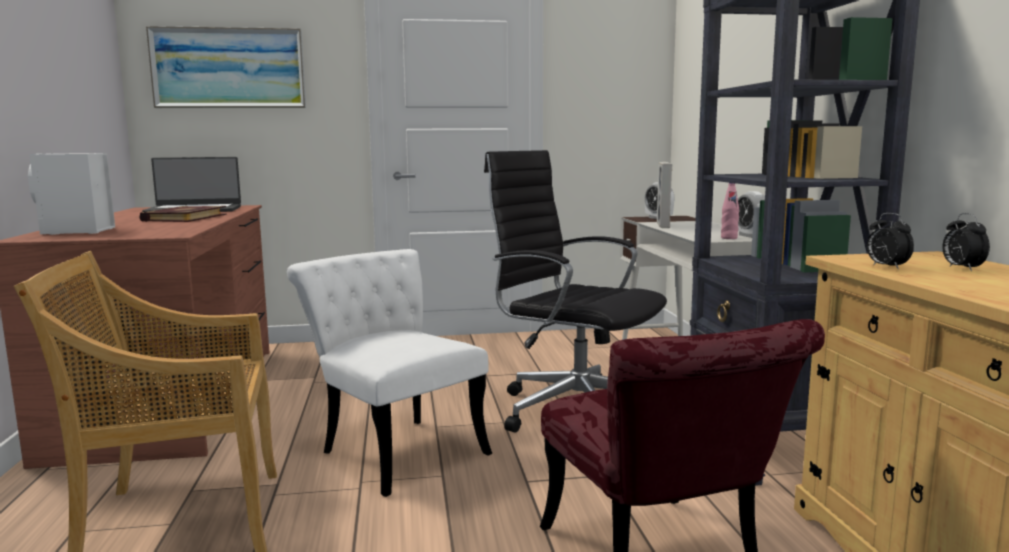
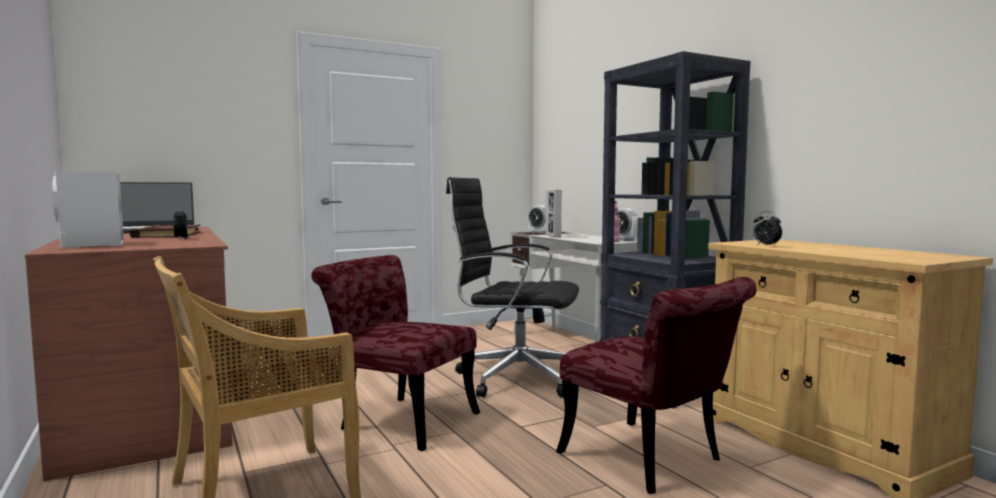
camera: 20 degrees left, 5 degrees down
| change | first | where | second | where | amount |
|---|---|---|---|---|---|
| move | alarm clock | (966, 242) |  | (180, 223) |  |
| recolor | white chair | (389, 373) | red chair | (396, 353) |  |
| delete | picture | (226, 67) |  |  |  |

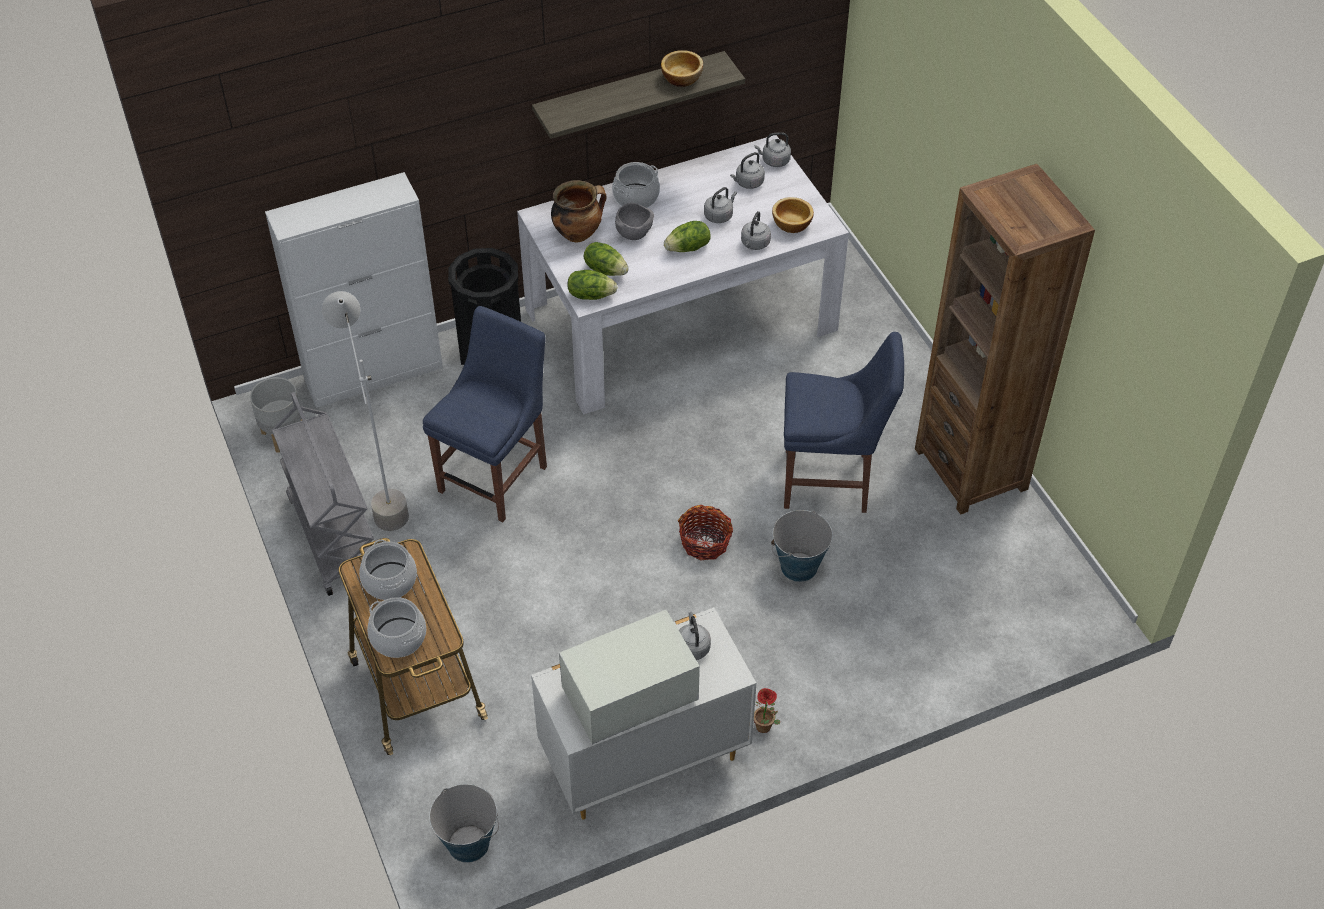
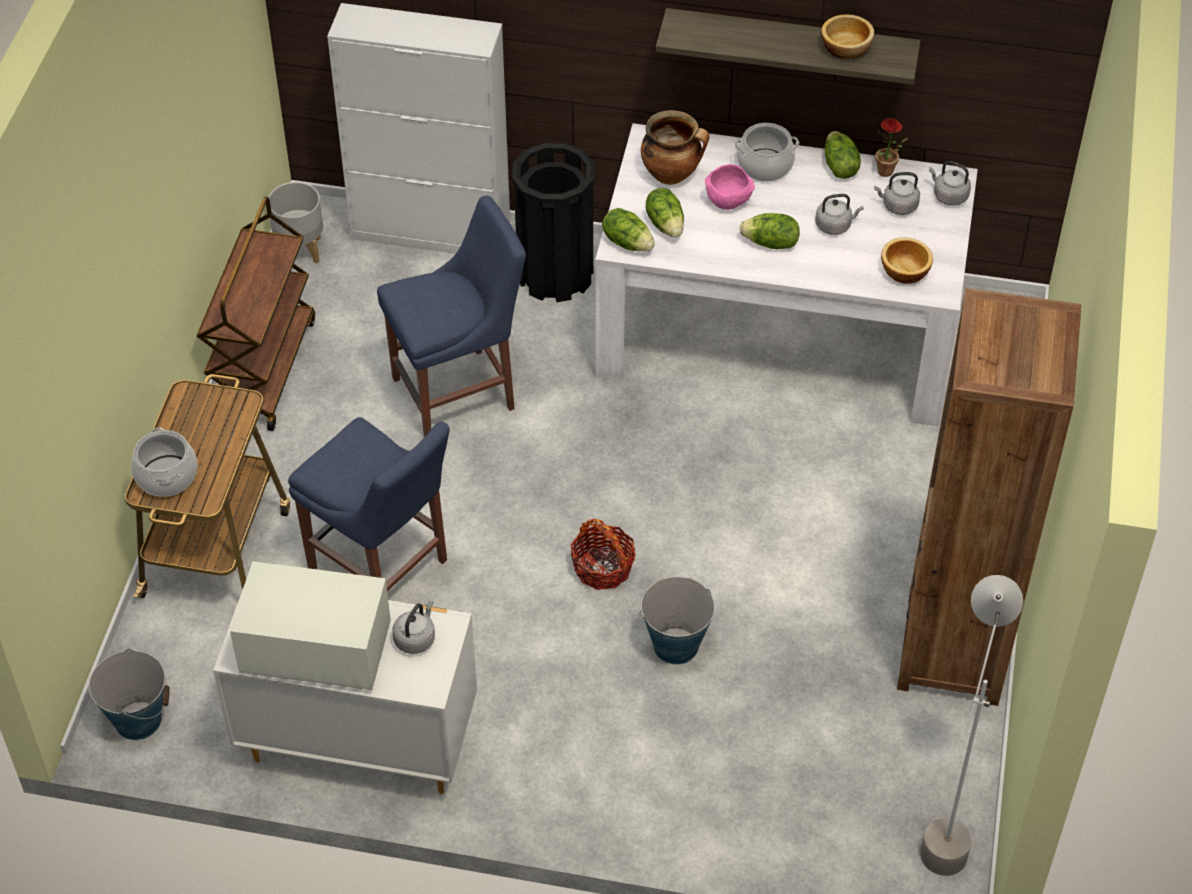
camera: 35 degrees right, 0 degrees up
| change | first | where | second | where | amount |
|---|---|---|---|---|---|
| recolor | grey cart | (323, 494) | brown cart | (256, 314) |  |
| move | blue chair | (844, 422) |  | (369, 504) |  |
| recolor | grey bowl | (634, 221) | pink bowl | (730, 187) |  |
| insert |  |  | lettuce | (843, 155) |  |
| move | potted plant | (767, 710) |  | (891, 147) |  |
| move | grey floor lamp | (365, 411) |  | (971, 725) |  |
| delete | cooking pot | (388, 570) |  |  |  |
| delete | grey kettle | (756, 230) |  |  |  |

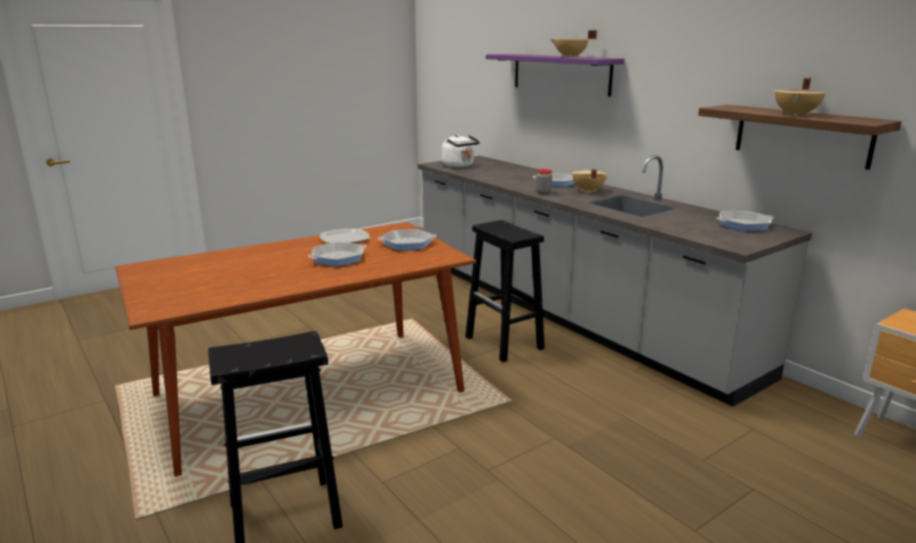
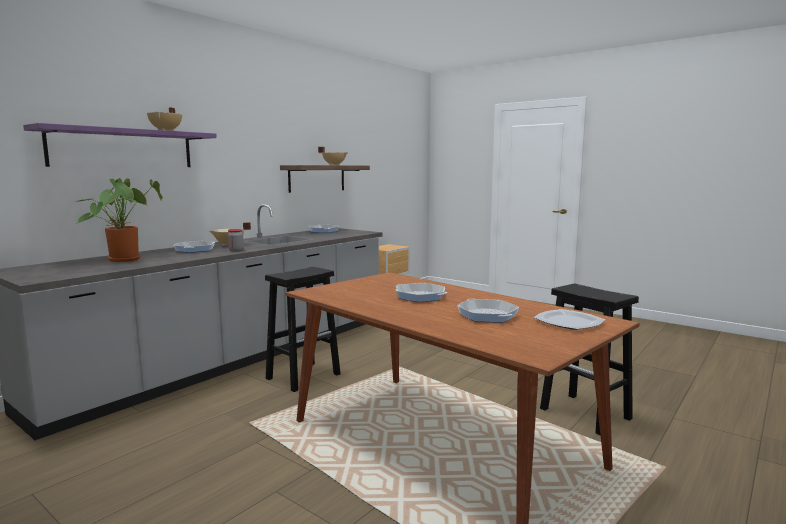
camera: 105 degrees left, 10 degrees down
| change | first | where | second | where | amount |
|---|---|---|---|---|---|
| insert |  |  | potted plant | (119, 220) |  |
| move | frying pan | (407, 240) |  | (488, 311) |  |
| move | plate | (344, 235) |  | (569, 319) |  |
| delete | white kettle | (461, 151) |  |  |  |

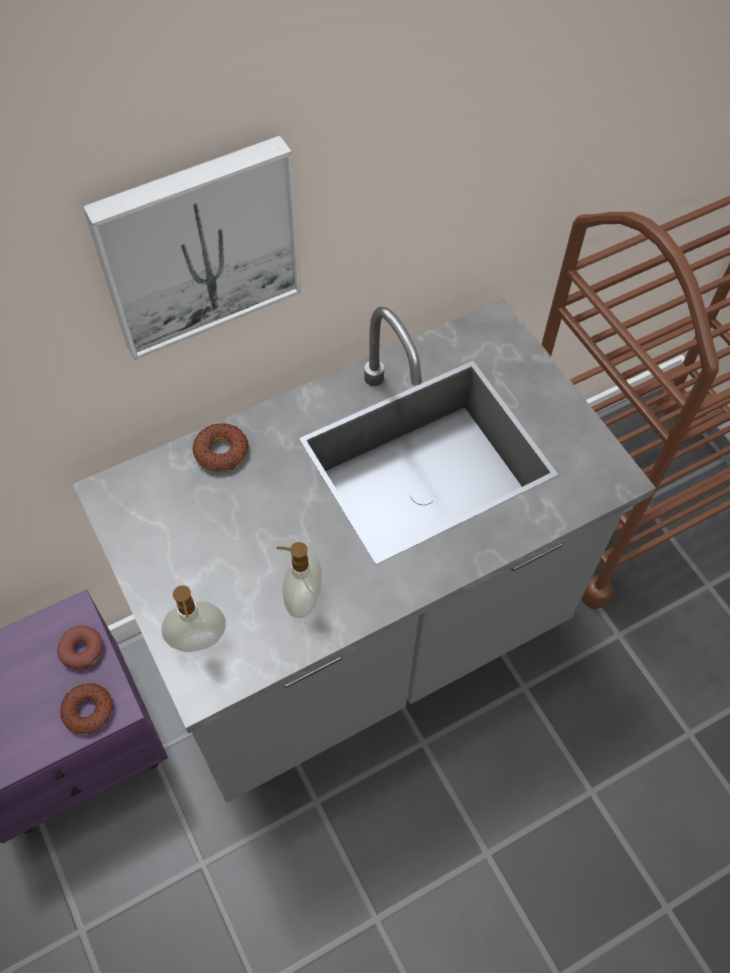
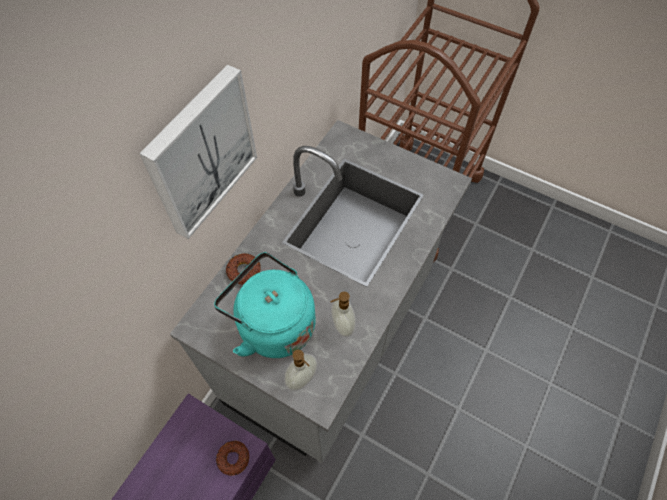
camera: 30 degrees left, 0 degrees up
| change | first | where | second | where | amount |
|---|---|---|---|---|---|
| insert |  |  | turquoise kettle | (265, 305) |  |
| delete | donut | (80, 648) |  |  |  |

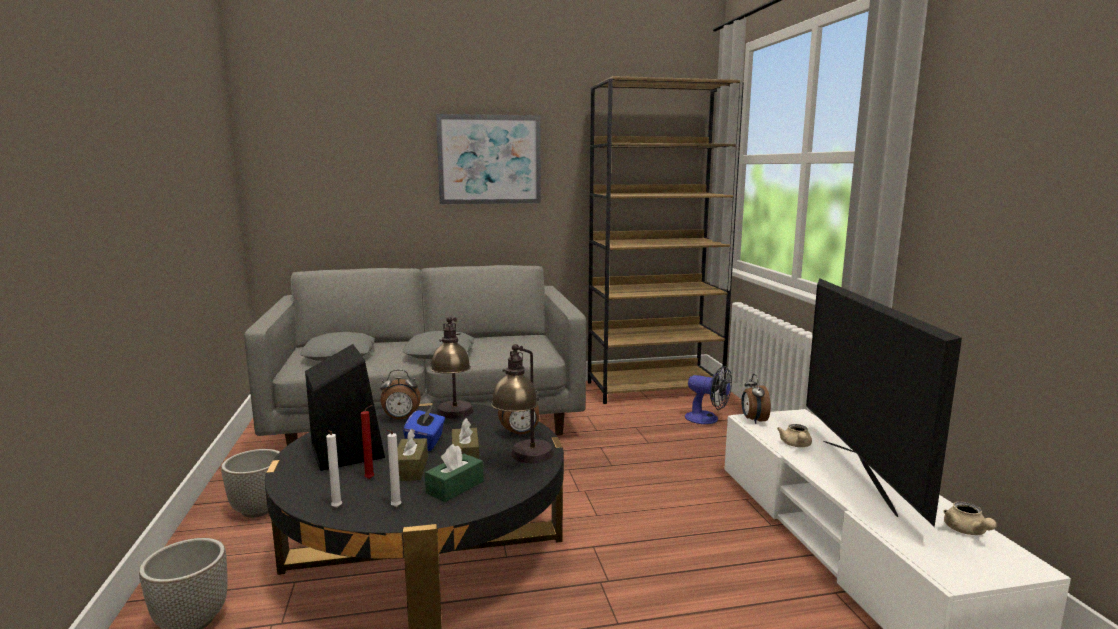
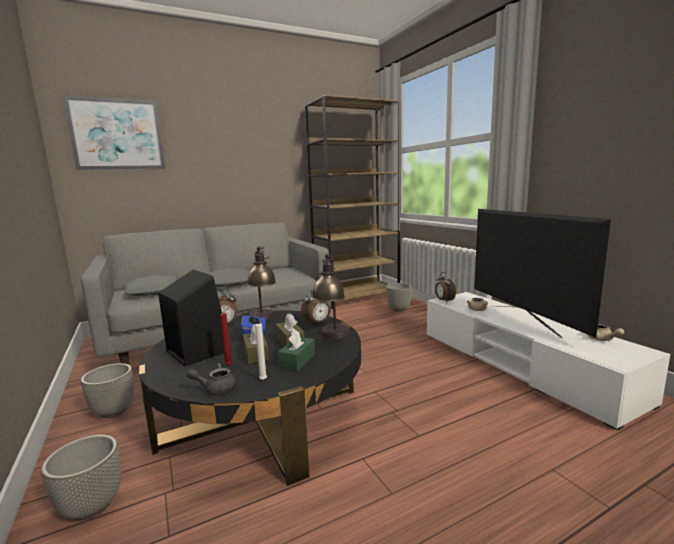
camera: 15 degrees left, 0 degrees up
| change | first | where | second | where | amount |
|---|---|---|---|---|---|
| move | picture | (488, 159) |  | (113, 132) |  |
| replace | white candle | (334, 469) | grey teapot | (212, 379) |  |
| replace | fan | (708, 395) | planter | (399, 297) |  |

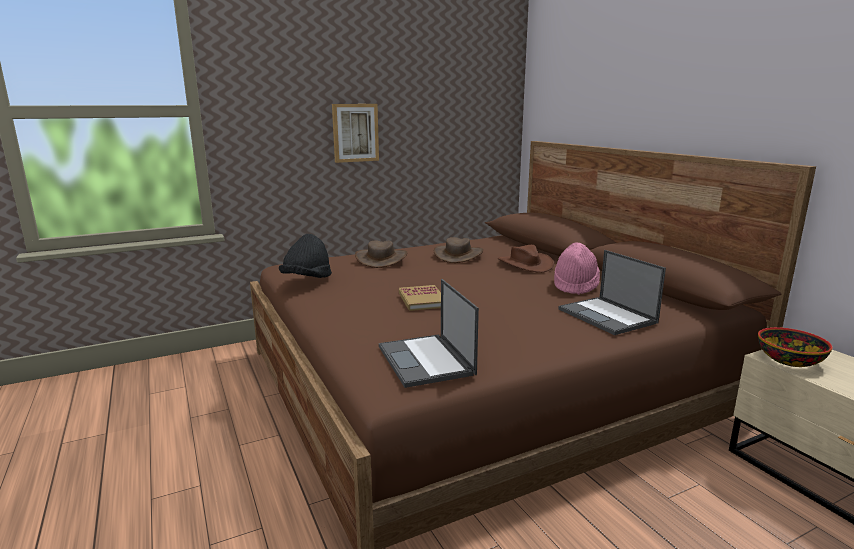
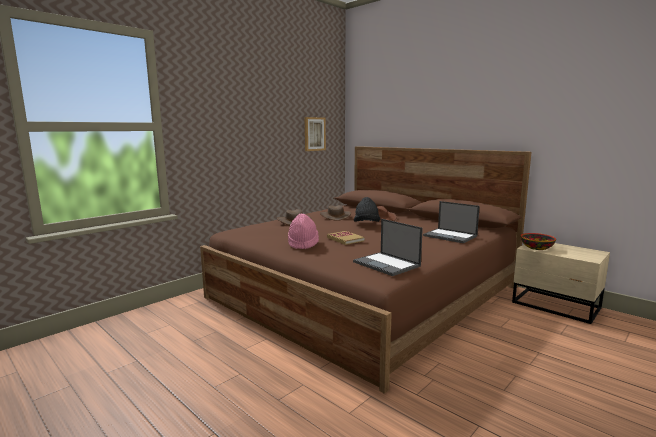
camera: 20 degrees left, 5 degrees down
| change | first | where | second | where | amount |
|---|---|---|---|---|---|
| move | pink hat | (577, 268) |  | (303, 231) |  |
| move | picture | (355, 133) |  | (315, 134) |  |
| move | black hat | (305, 256) |  | (367, 209) |  |

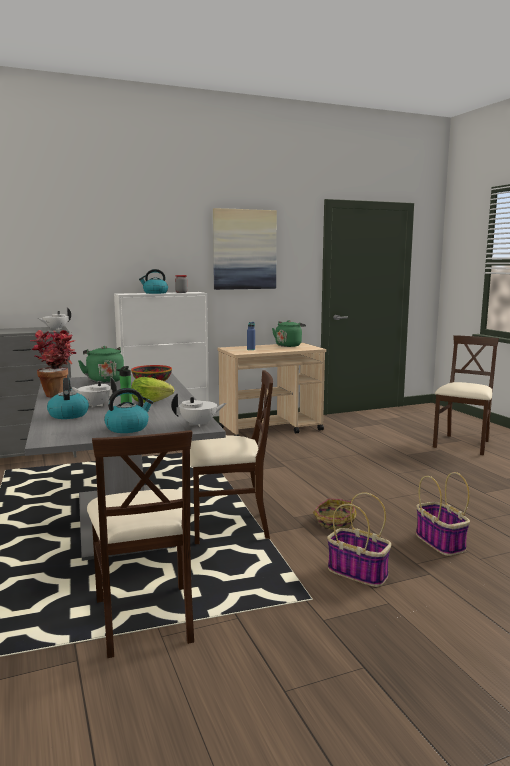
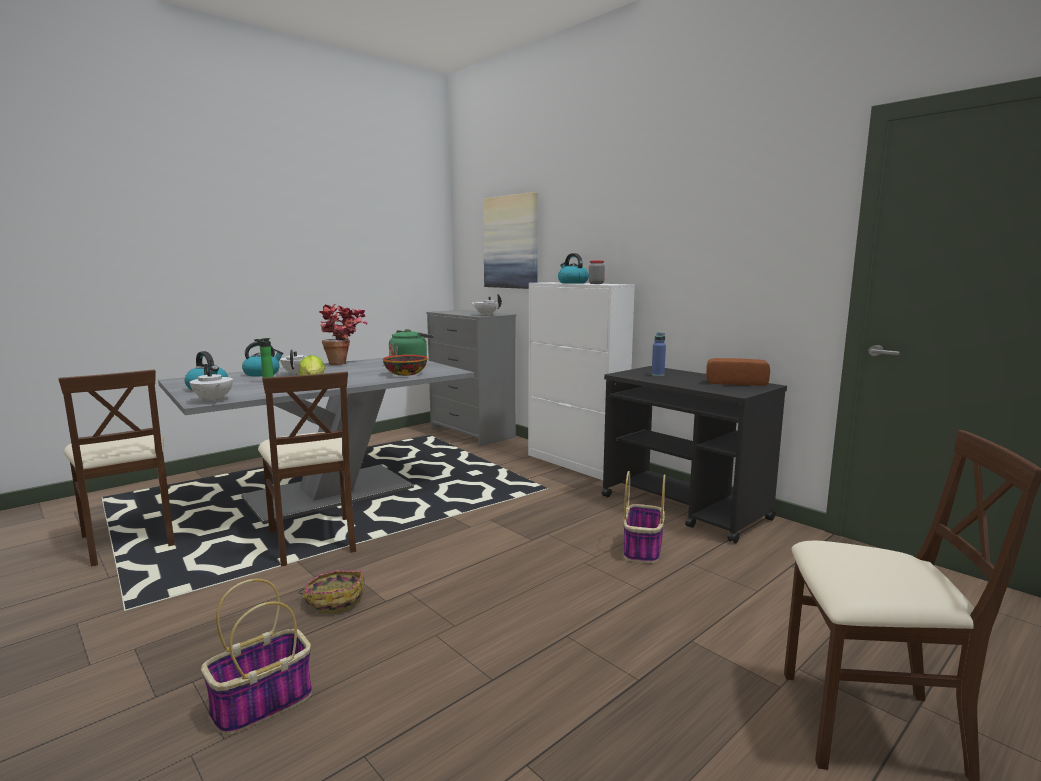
camera: 70 degrees right, 0 degrees up
| change | first | where | second | where | amount |
|---|---|---|---|---|---|
| rotate | beige chair | (140, 544) |  | (117, 468) | 90 degrees counterclockwise |
| move | picture | (245, 249) |  | (510, 240) |  |
| recolor | beige cart | (272, 389) | black cart | (694, 455) |  |
| move | basket | (359, 539) |  | (644, 517) |  |
| replace | green kettle | (289, 333) | bread | (738, 372) |  |

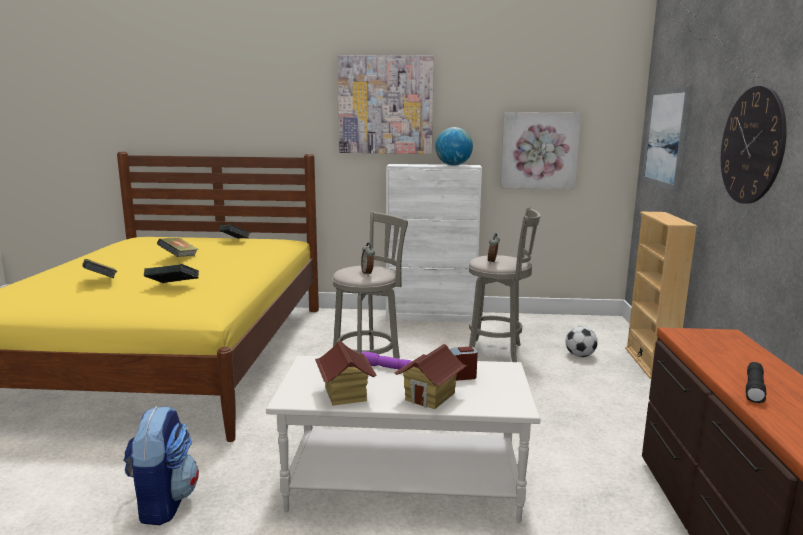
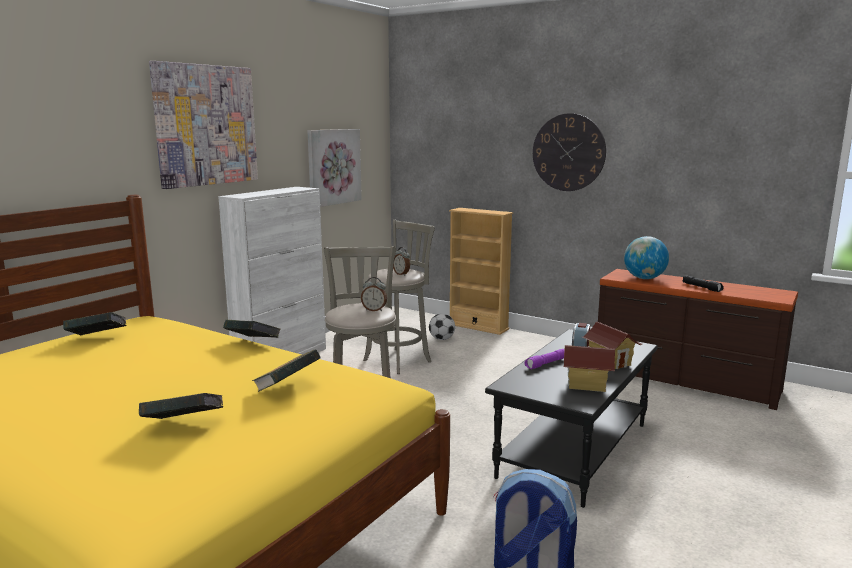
camera: 60 degrees left, 0 degrees up
| change | first | where | second | where | amount |
|---|---|---|---|---|---|
| move | book | (177, 247) |  | (251, 329) |  |
| recolor | white coffee table | (403, 439) | black coffee table | (571, 418) |  |
| move | globe | (454, 146) |  | (646, 257) |  |
| delete | picture | (666, 138) |  |  |  |

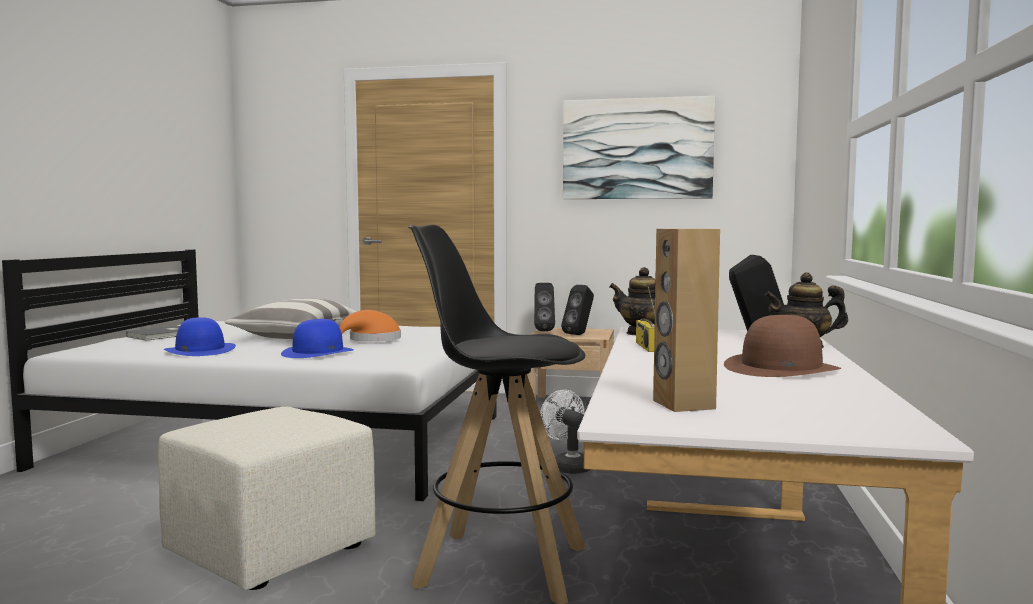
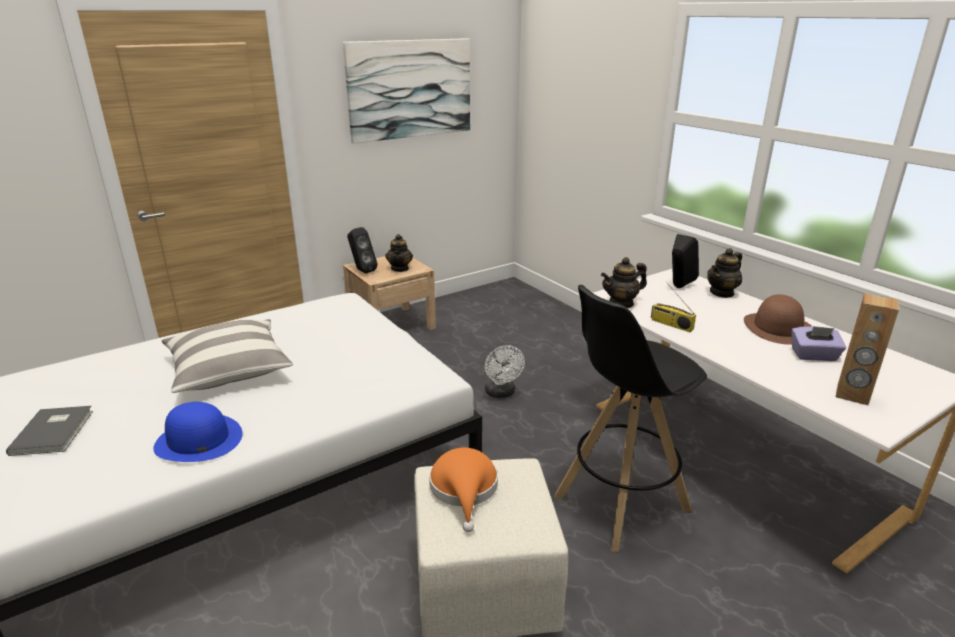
camera: 45 degrees left, 20 degrees up
| change | first | where | second | where | amount |
|---|---|---|---|---|---|
| replace | black speaker | (577, 310) | teapot | (399, 253) |  |
| move | orange hat | (370, 326) |  | (463, 489) |  |
| rotate | white fan | (565, 432) |  | (505, 371) | 120 degrees counterclockwise |
| insert |  |  | purple tissue box | (818, 343) |  |
| delete | blue hat | (317, 338) |  |  |  |

